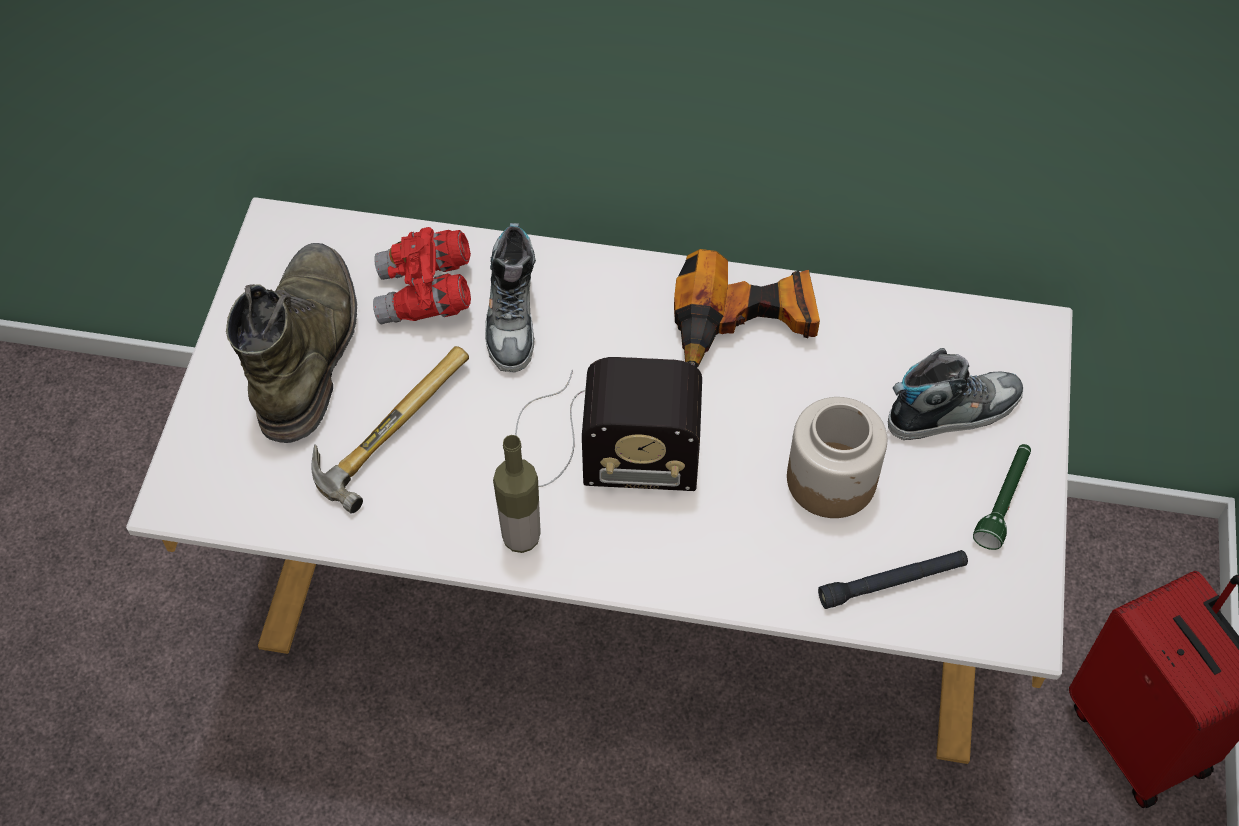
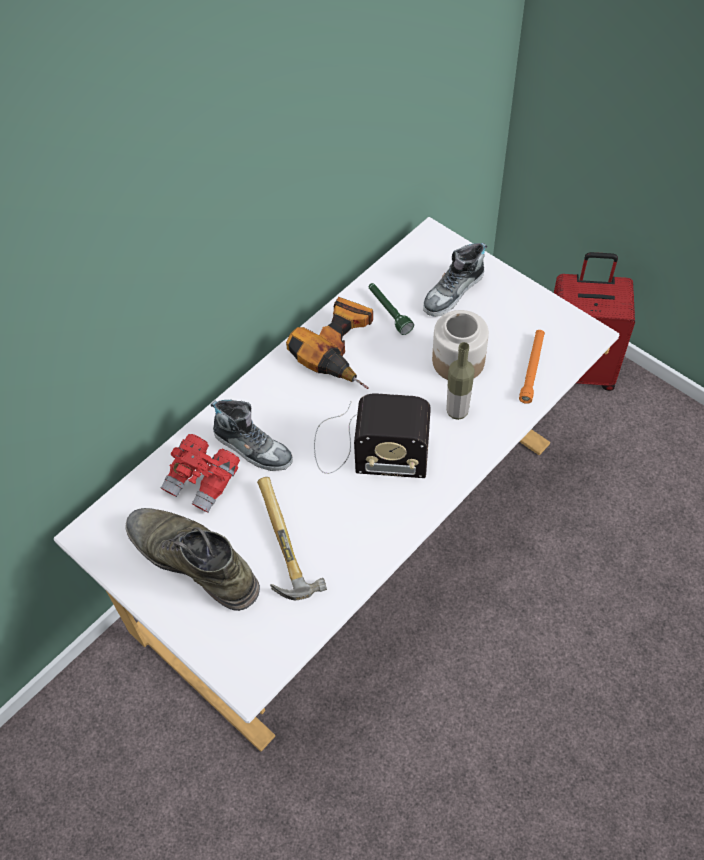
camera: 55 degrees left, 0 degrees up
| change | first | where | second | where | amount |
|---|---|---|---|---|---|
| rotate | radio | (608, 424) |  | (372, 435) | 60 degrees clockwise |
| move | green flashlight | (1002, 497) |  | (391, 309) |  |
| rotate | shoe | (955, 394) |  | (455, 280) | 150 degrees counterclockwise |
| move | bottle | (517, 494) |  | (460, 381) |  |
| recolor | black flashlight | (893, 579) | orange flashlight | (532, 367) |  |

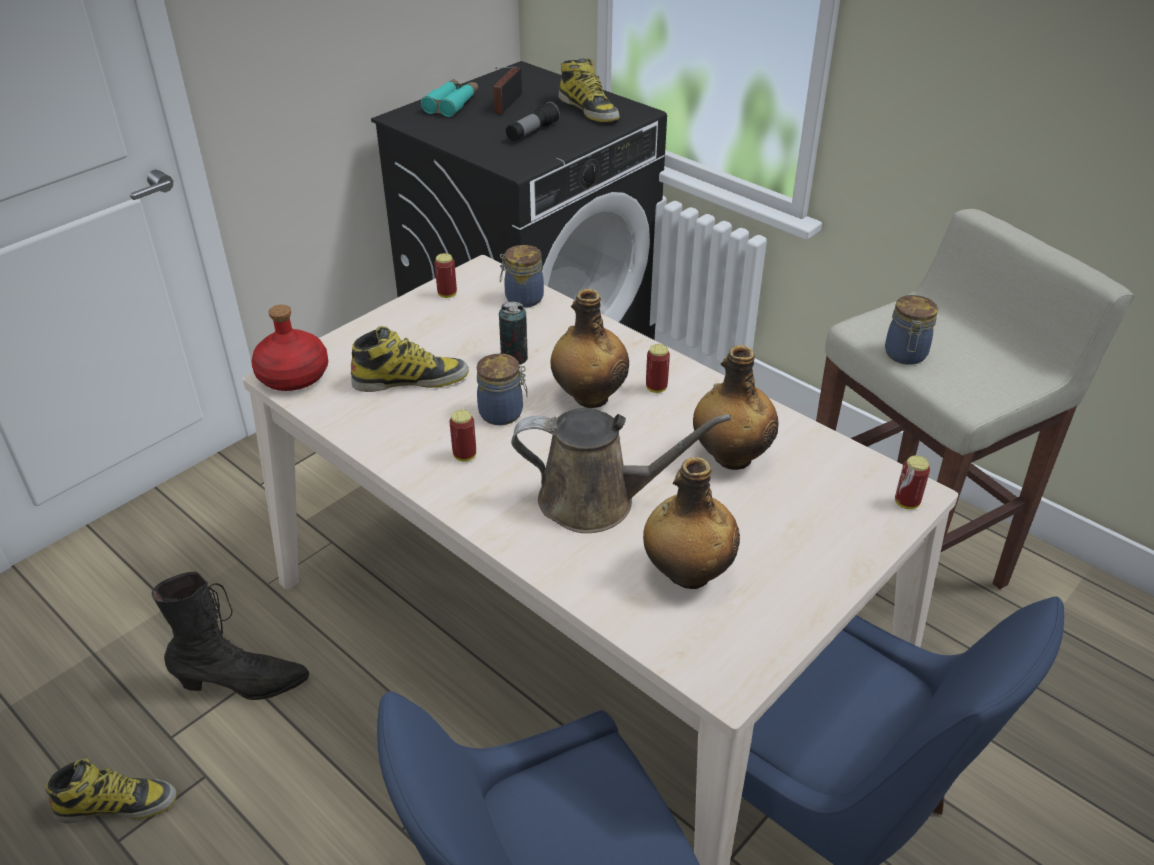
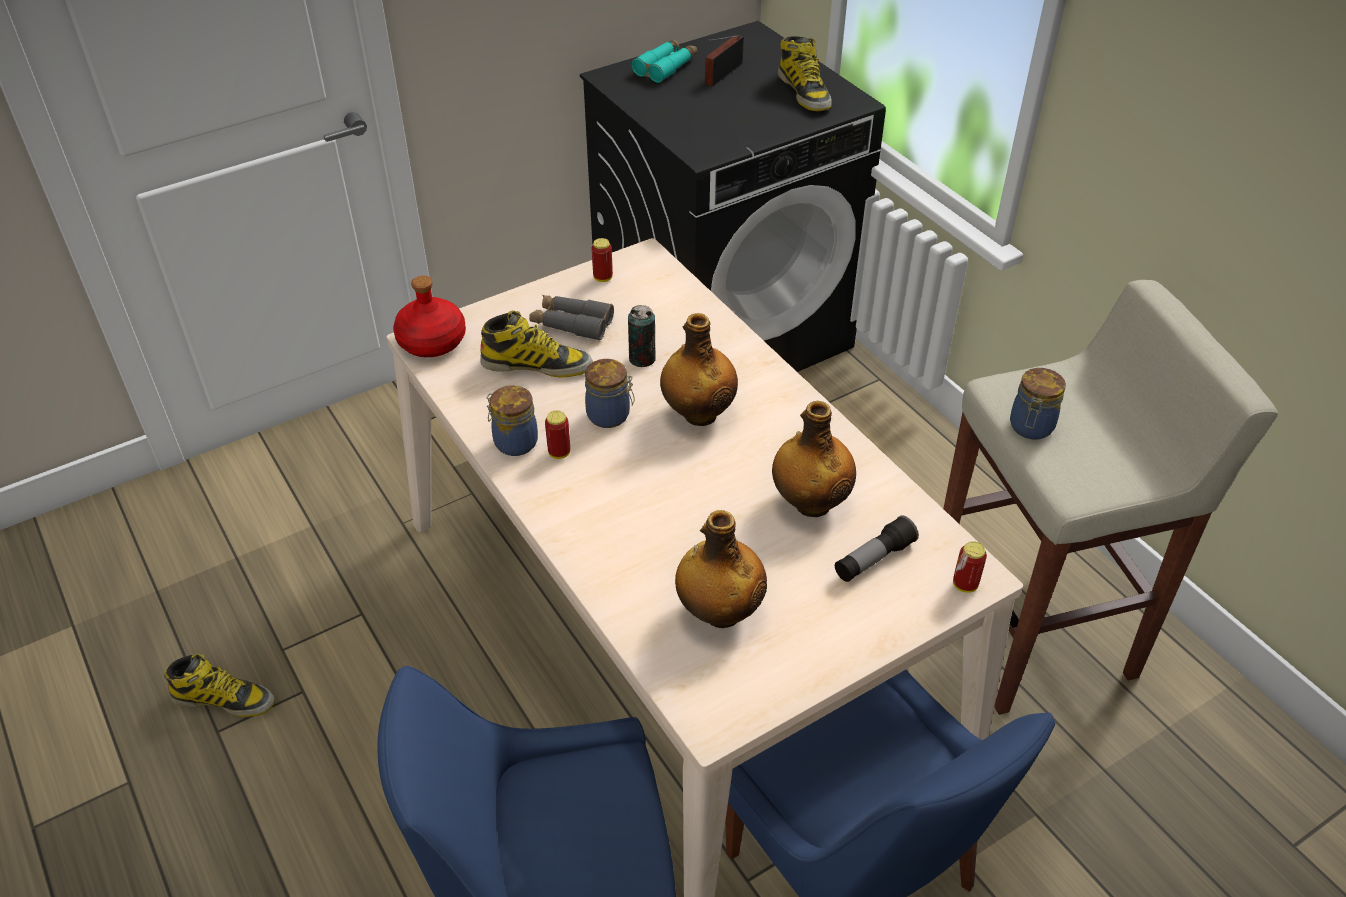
camera: 15 degrees right, 5 degrees up
| change | first | where | second | where | amount |
|---|---|---|---|---|---|
| move | jar | (522, 276) |  | (512, 420) |  |
| insert |  |  | grey binoculars | (571, 318) |  |
| move | flashlight | (533, 121) |  | (877, 548) |  |
| delete | black boot | (230, 636) |  |  |  |
| delete | brown watering can | (621, 470) |  |  |  |
| delete | can | (658, 368) |  |  |  |

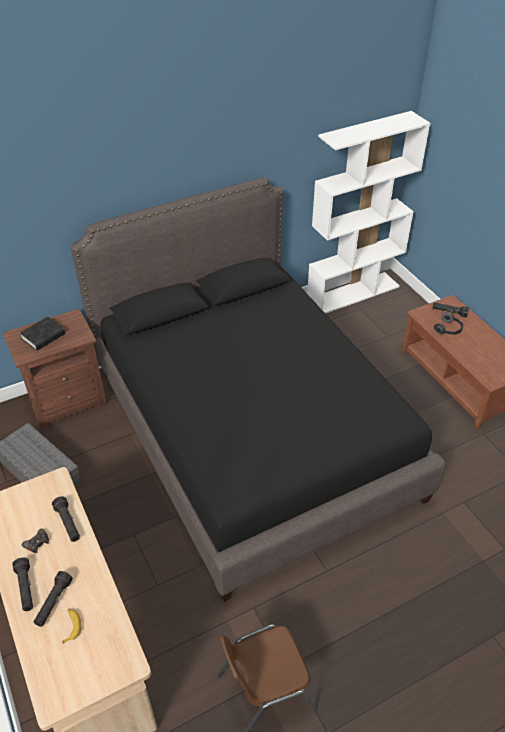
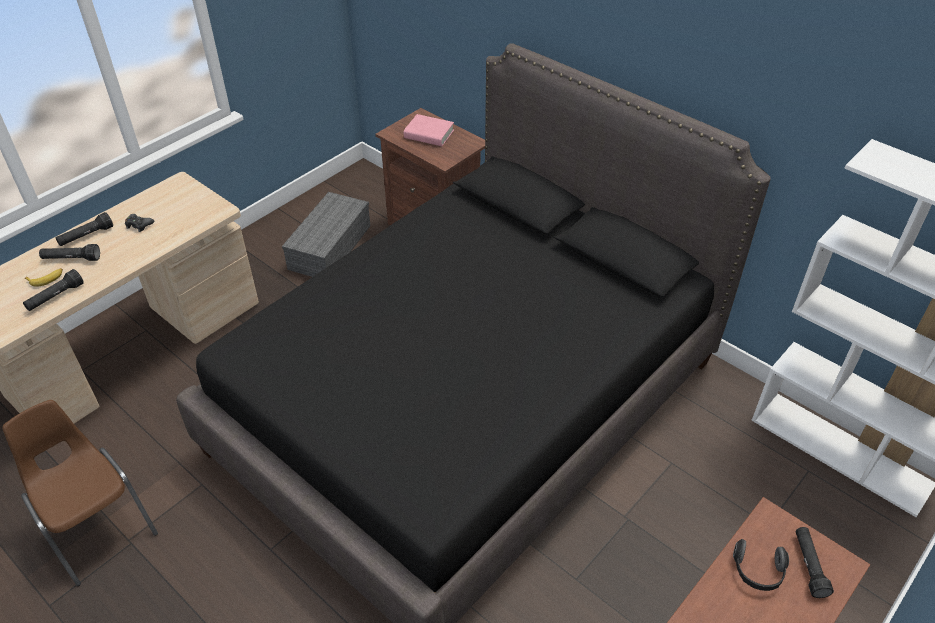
camera: 70 degrees right, 0 degrees up
| change | first | where | second | where | amount |
|---|---|---|---|---|---|
| move | black flashlight | (66, 519) |  | (53, 290) |  |
| recolor | black book | (42, 334) | pink book | (429, 130) |  |

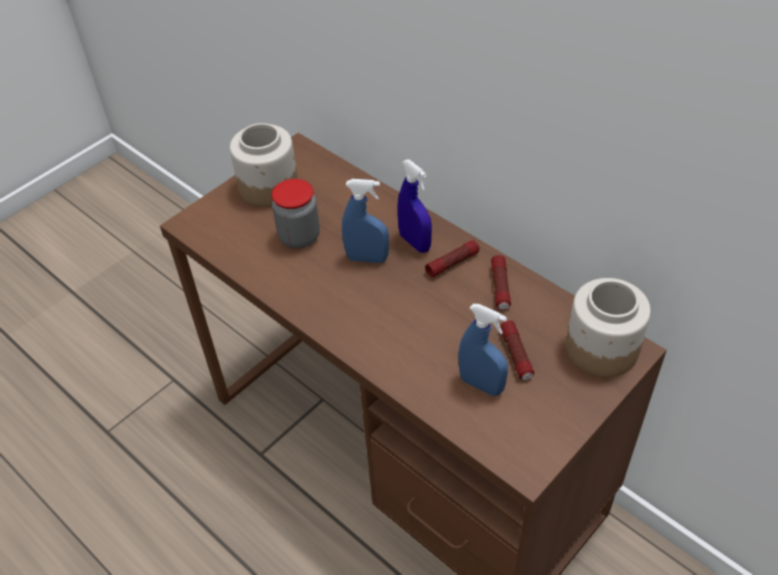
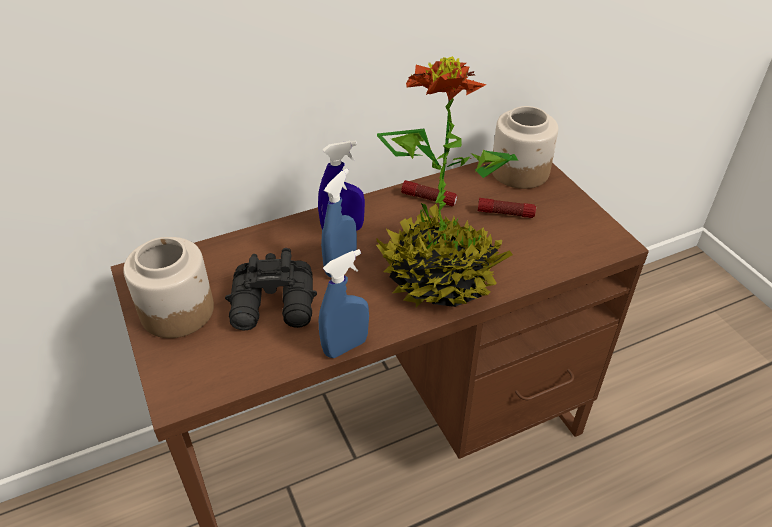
camera: 70 degrees left, 5 degrees down
| change | first | where | second | where | amount |
|---|---|---|---|---|---|
| replace | jar | (296, 214) | black binoculars | (271, 289) |  |
| move | blue spray bottle | (483, 350) |  | (344, 303) |  |
| insert |  |  | potted plant | (447, 181) |  |
| delete | flashlight | (452, 258) |  |  |  |

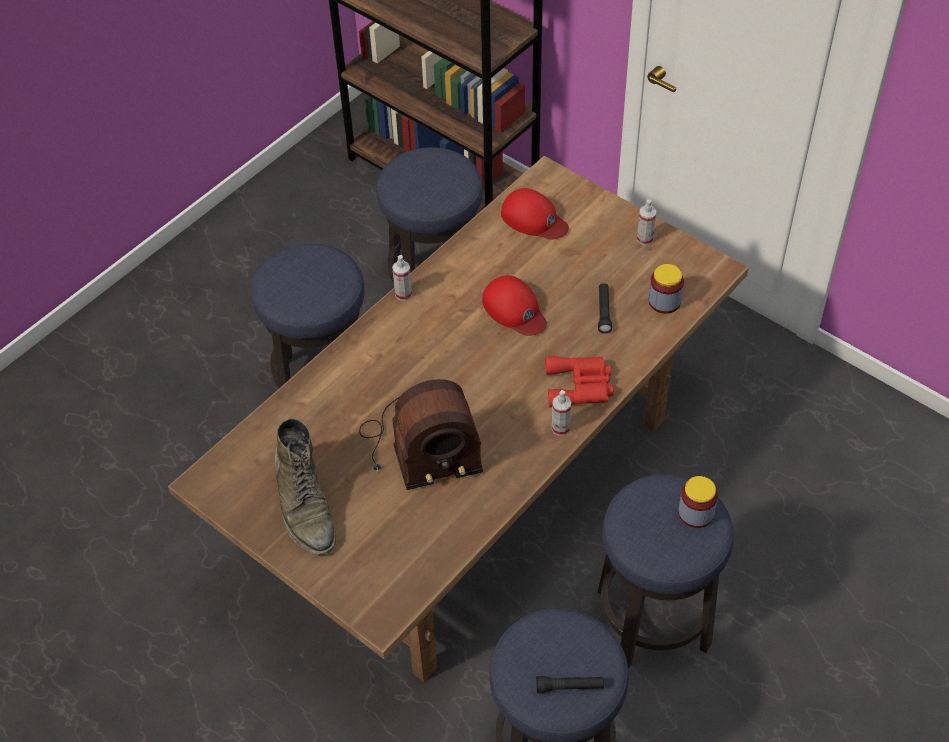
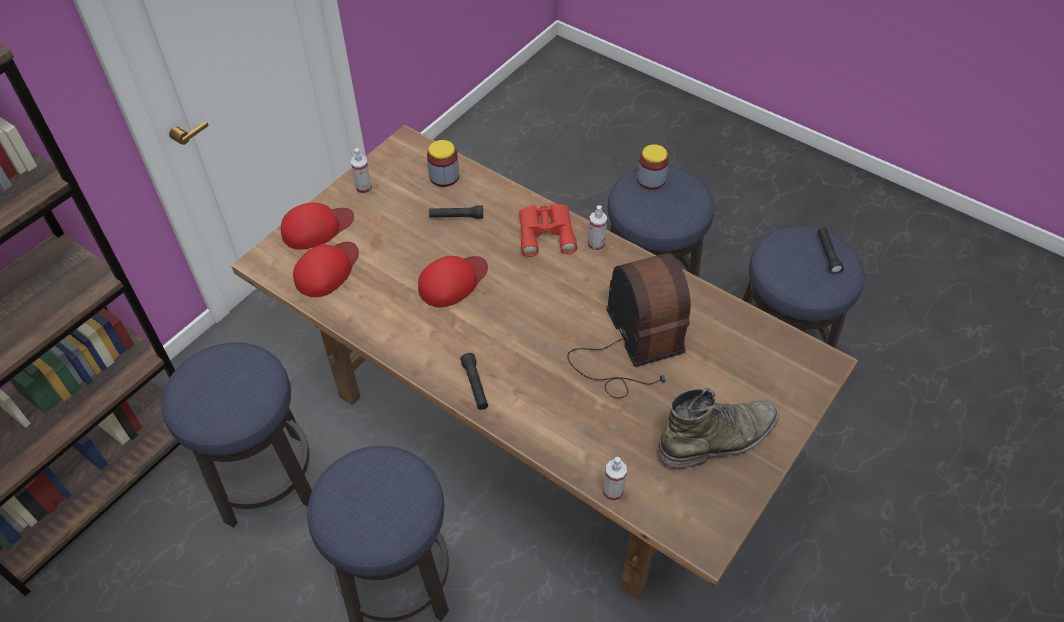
camera: 95 degrees left, 0 degrees up
| change | first | where | second | where | amount |
|---|---|---|---|---|---|
| insert |  |  | red cap | (317, 226) |  |
| insert |  |  | black flashlight | (474, 381) |  |
| move | spray bottle | (402, 278) |  | (615, 479) |  |

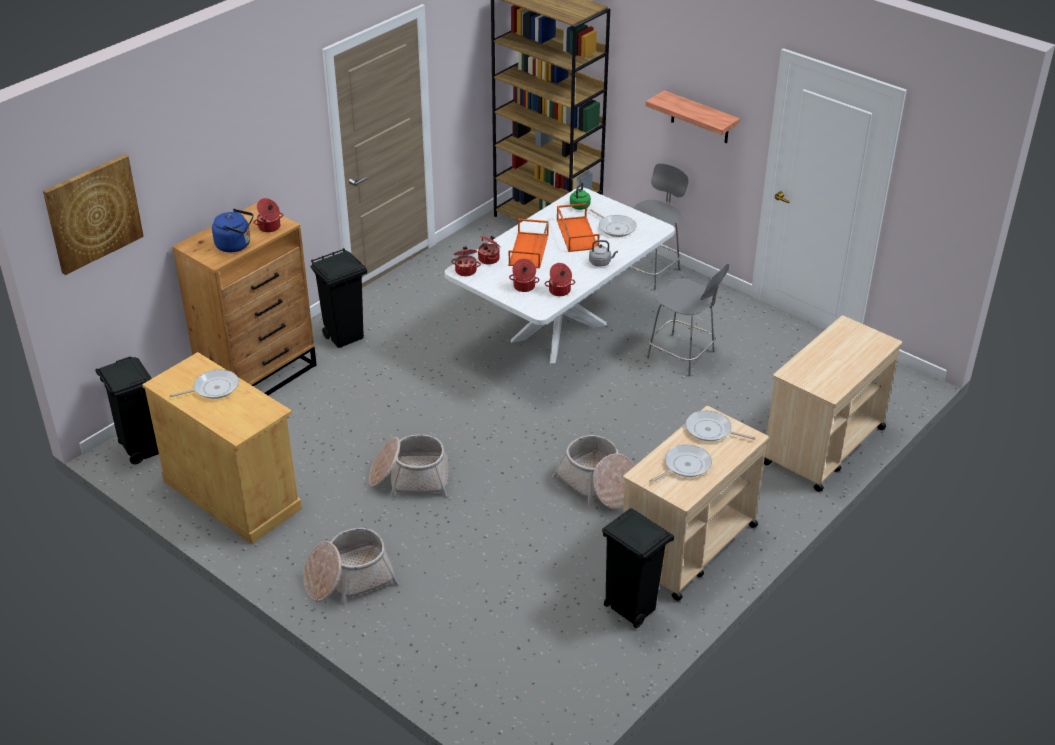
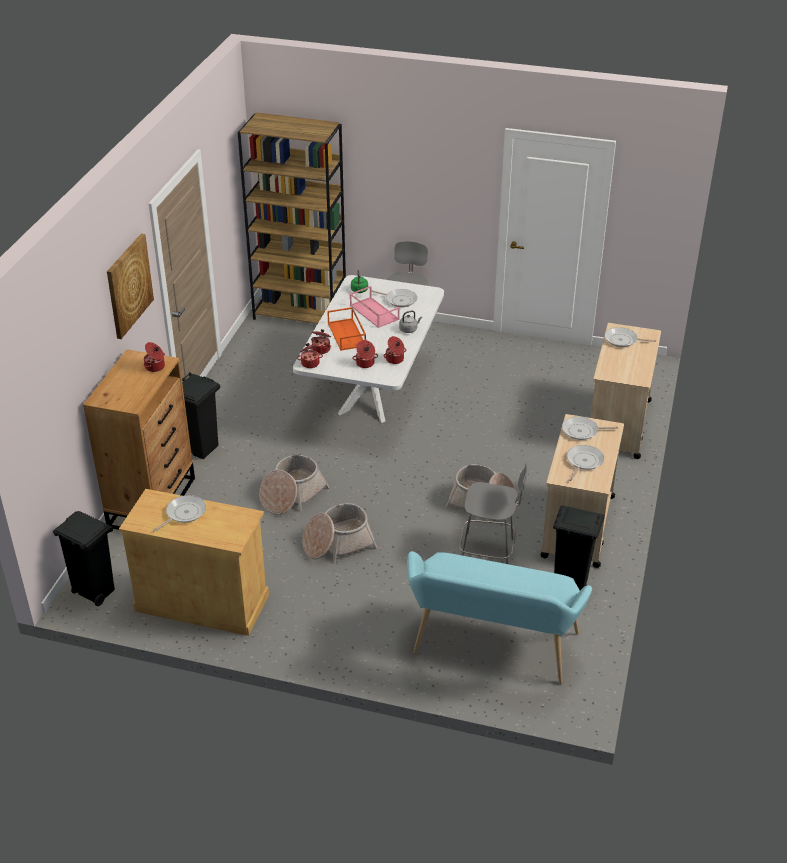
camera: 25 degrees left, 0 degrees up
| change | first | where | second | where | amount |
|---|---|---|---|---|---|
| move | picture | (93, 214) |  | (130, 286) |  |
| move | basket | (351, 566) |  | (294, 485) |  |
| recolor | orange tray | (578, 227) | pink tray | (375, 307) |  |
| insert |  |  | turquoise bench | (499, 617) |  |
| move | grey stool | (688, 319) |  | (493, 513) |  |
| insert |  |  | frying pan | (630, 337) |  |
| delete | blue kettle | (232, 230) |  |  |  |
| delete | shelf | (693, 116) |  |  |  |

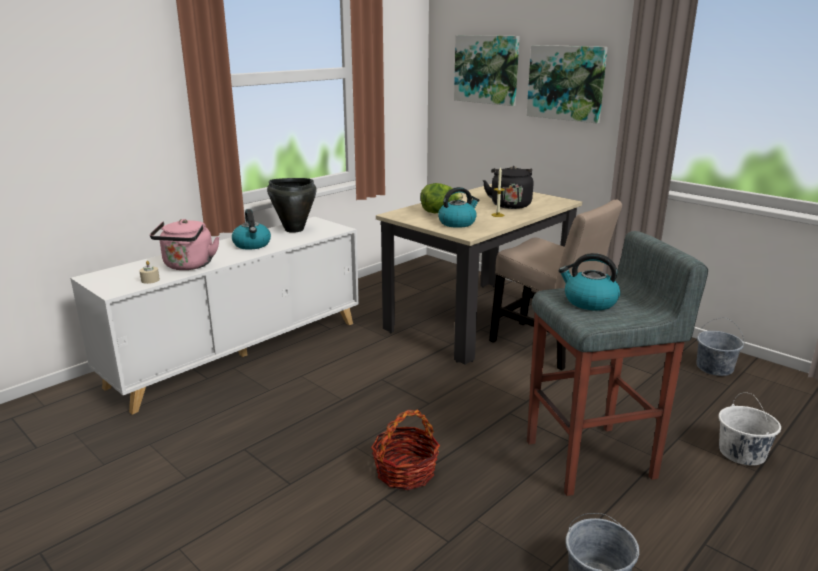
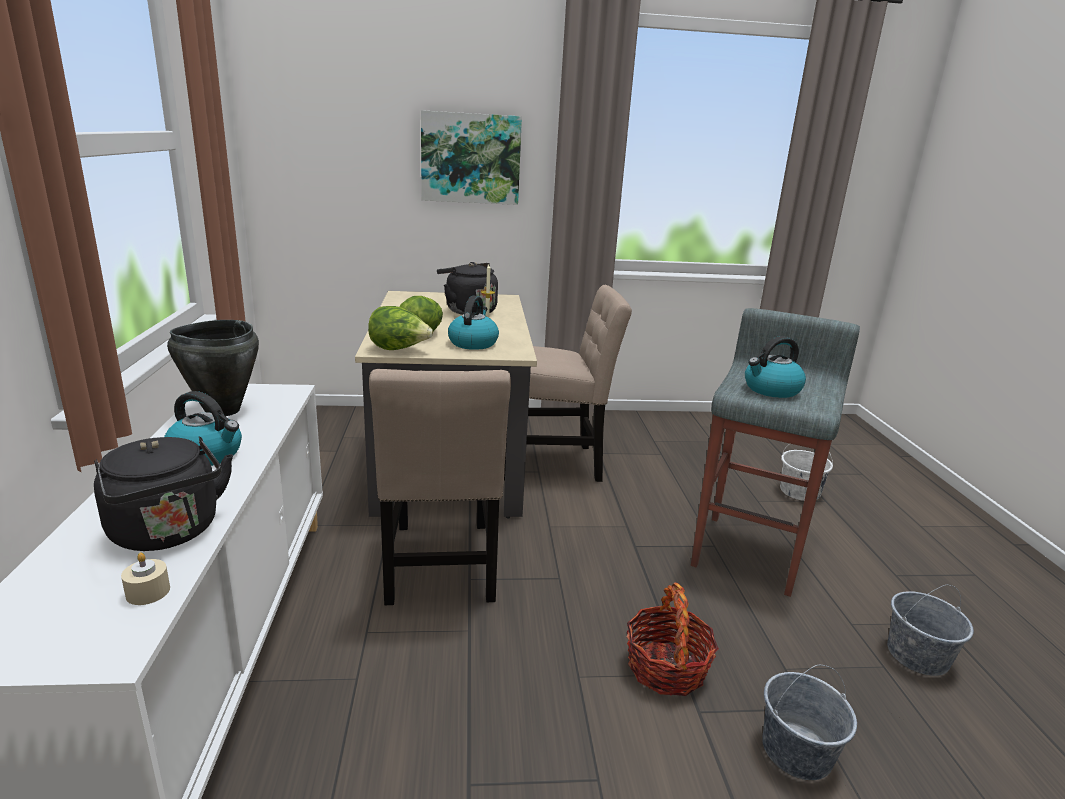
camera: 50 degrees left, 0 degrees up
| change | first | where | second | where | amount |
|---|---|---|---|---|---|
| recolor | pink kettle | (185, 244) | black kettle | (163, 494) |  |
| insert |  |  | lettuce | (400, 328) |  |
| insert |  |  | beige chair | (440, 487) |  |
| move | grey bucket | (720, 347) |  | (809, 722) |  |
| delete | picture | (487, 70) |  |  |  |

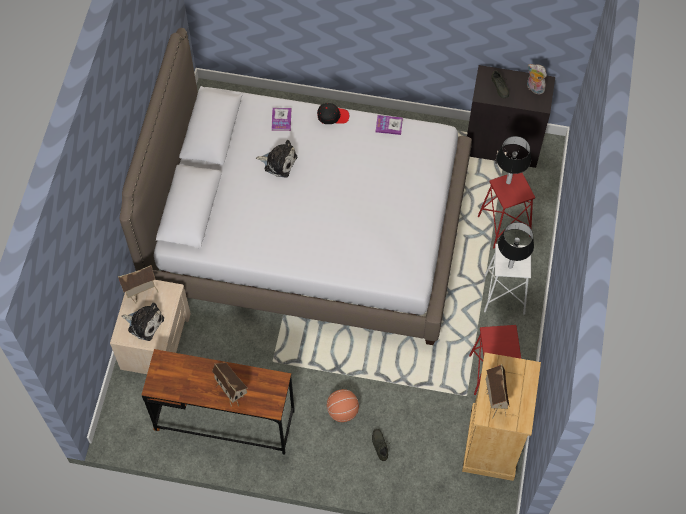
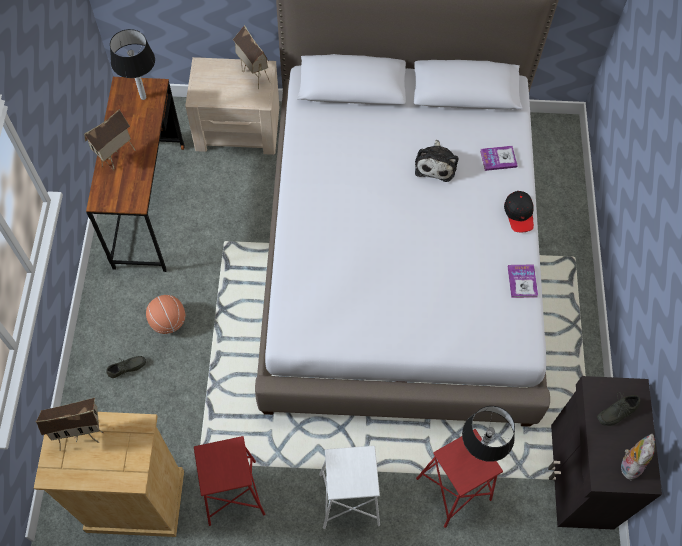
camera: 80 degrees right, 0 degrees up
| change | first | where | second | where | amount |
|---|---|---|---|---|---|
| move | table lamp | (516, 245) |  | (132, 64) |  |
| delete | plush toy | (142, 321) |  |  |  |

